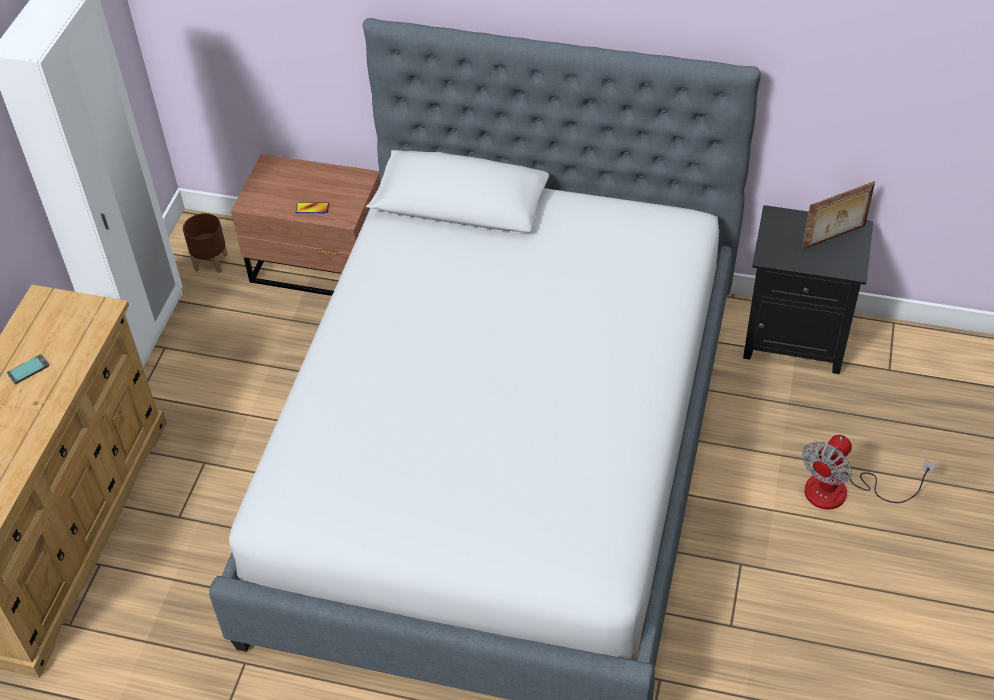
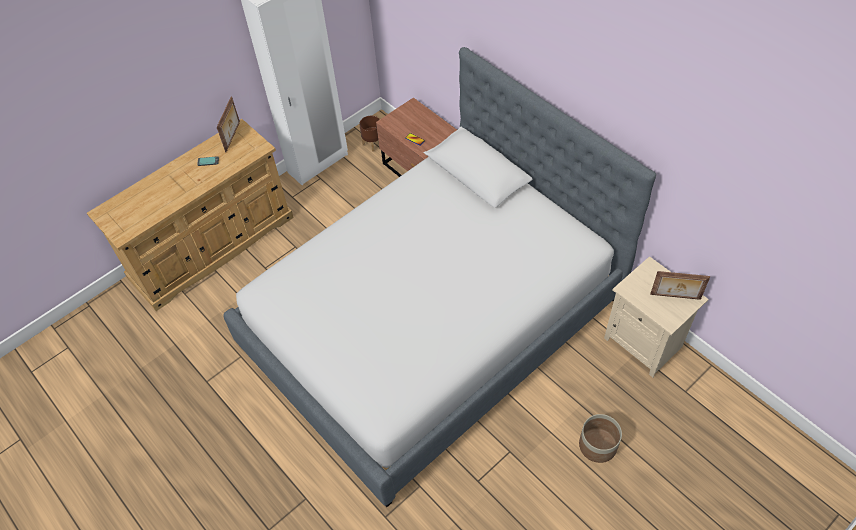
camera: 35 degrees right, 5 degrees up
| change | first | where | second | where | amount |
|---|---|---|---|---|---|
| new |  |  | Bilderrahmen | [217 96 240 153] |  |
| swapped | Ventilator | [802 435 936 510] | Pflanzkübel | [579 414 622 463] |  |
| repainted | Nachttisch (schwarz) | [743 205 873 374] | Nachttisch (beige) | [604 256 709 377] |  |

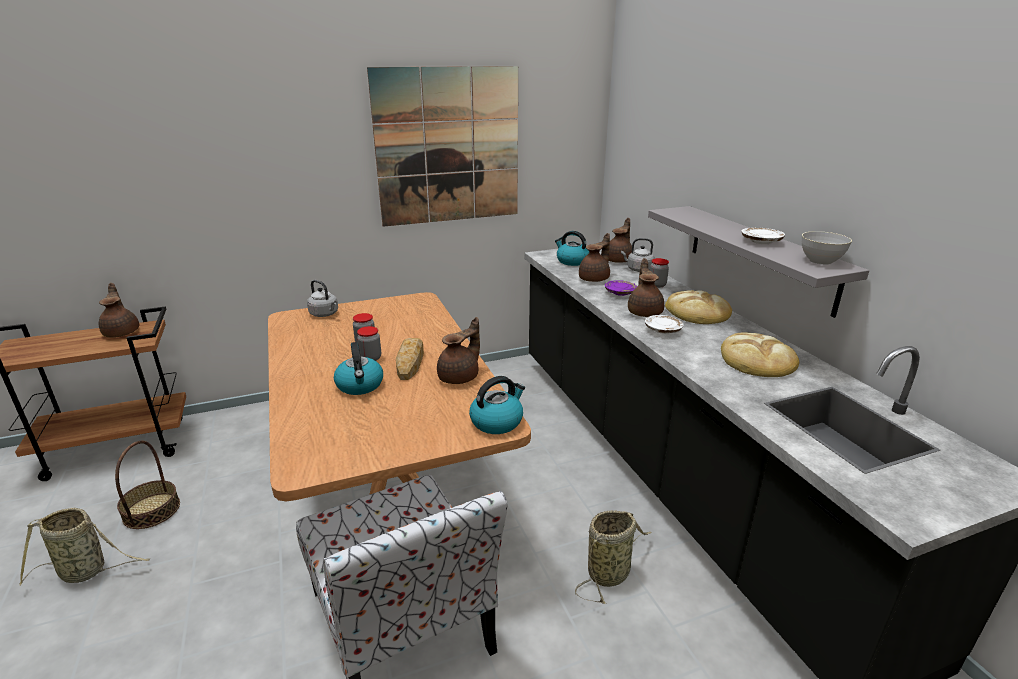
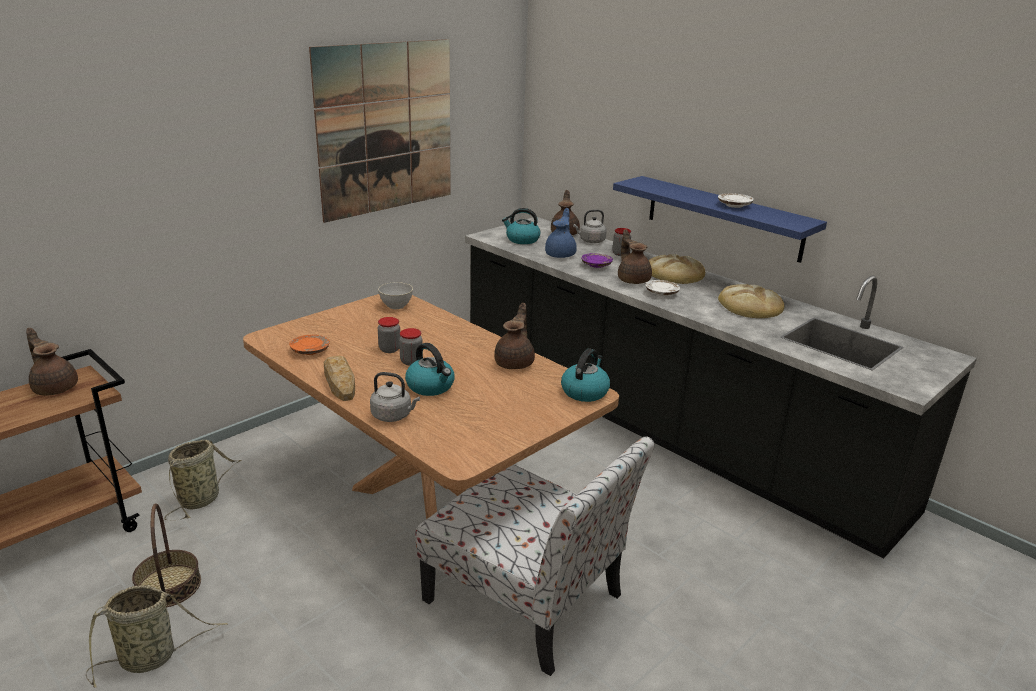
camera: 25 degrees left, 0 degrees up
| change | first | where | second | where | amount |
|---|---|---|---|---|---|
| new |  |  | Teller (orange) | [289 335 330 355] |  |
| shifted | Wasserkessel (grau) | [307 280 338 317] |  | [370 372 420 422] |  |
| shifted | Brot | [396 338 424 380] |  | [324 356 355 401] |  |
| shifted | Korb | [575 510 652 604] |  | [164 440 242 521] |  |
| shifted | Schüssel (grau) | [802 231 852 265] |  | [378 282 413 309] |  |
| repainted | Teekanne (braun) | [579 233 610 282] | Teekanne (blau) | [545 208 577 258] |  |
| repainted | Wandregal (grau) | [648 206 869 318] | Wandregal (blau) | [613 176 827 263] |  |

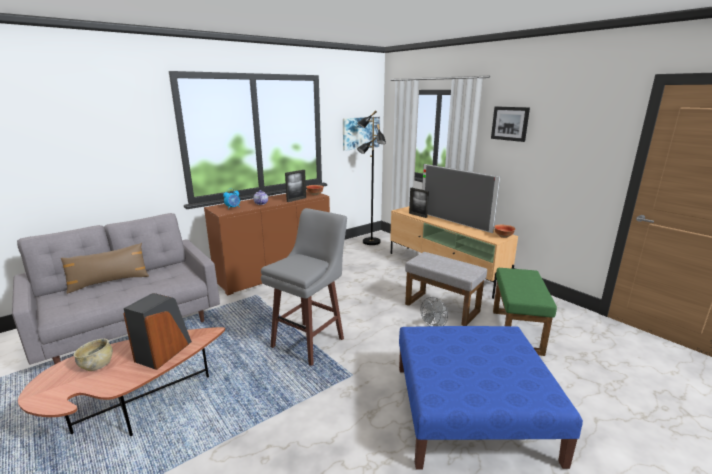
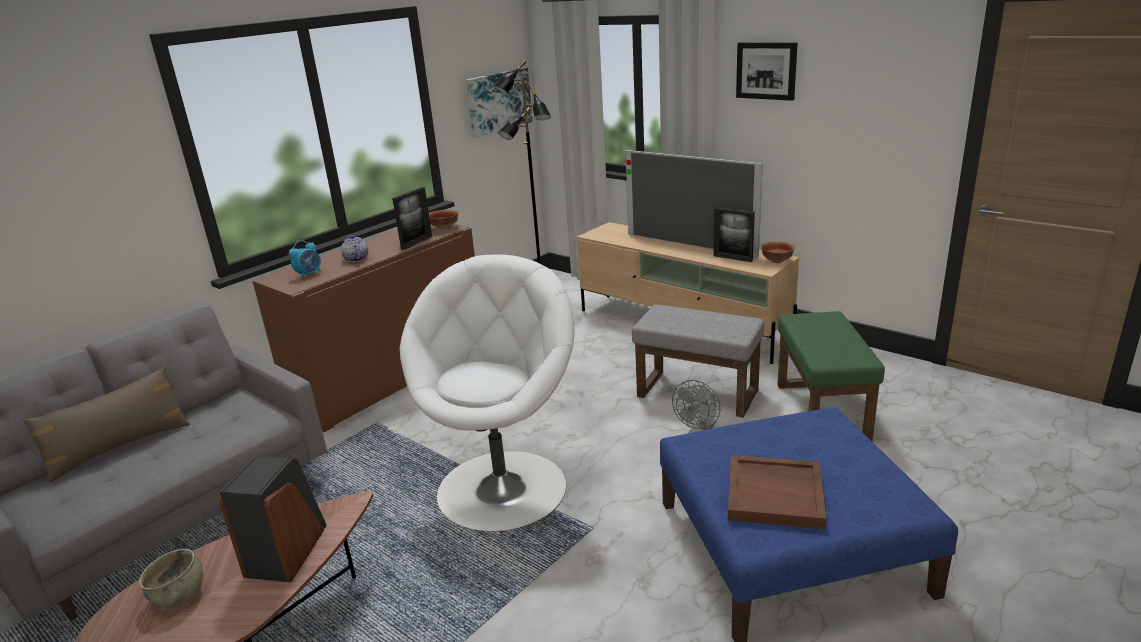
camera: 10 degrees left, 5 degrees up
| change | first | where | second | where | amount |
|---|---|---|---|---|---|
| new |  |  | Tablett (braun) | [728 455 826 529] |  |
| shifted | Bilderrahmen | [409 188 429 218] |  | [714 207 755 262] |  |
| swapped | Hocker (grau) | [261 208 347 366] | Sessel (weiß) | [400 254 574 532] |  |

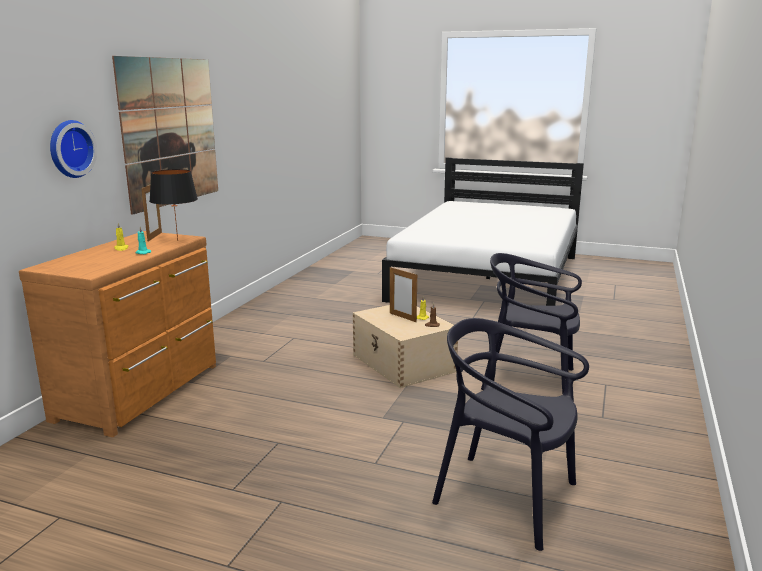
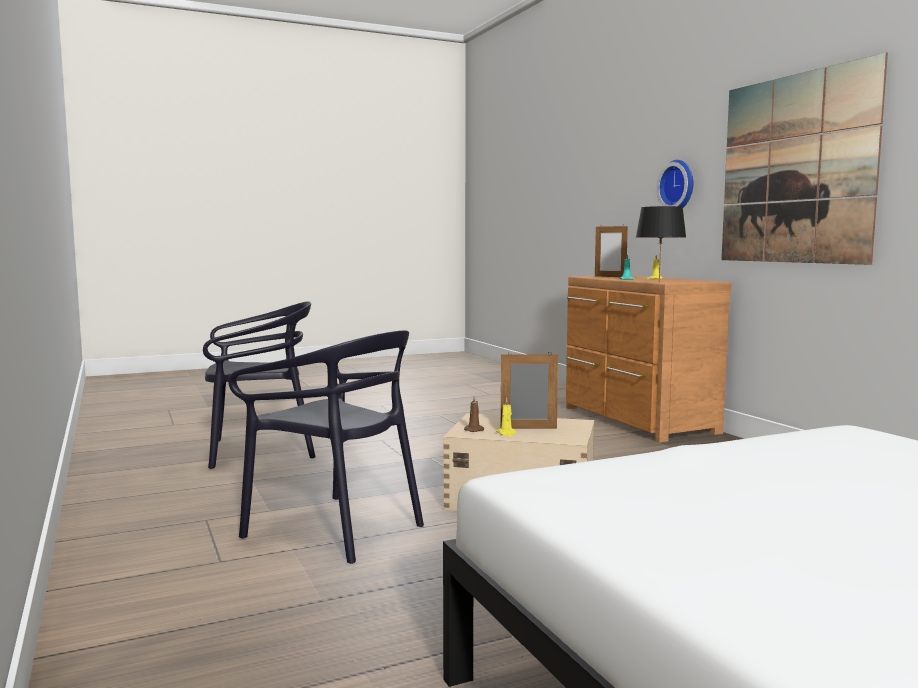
camera: 135 degrees right, 10 degrees down
| change | first | where | second | where | amount |
|---|---|---|---|---|---|
| shifted | Bilderrahmen | [141 185 162 242] |  | [595 225 628 277] |  |
| rotated | Stuhl (schwarz) | [481 253 582 394] |  | [228 330 424 564] | 60 degrees clockwise |

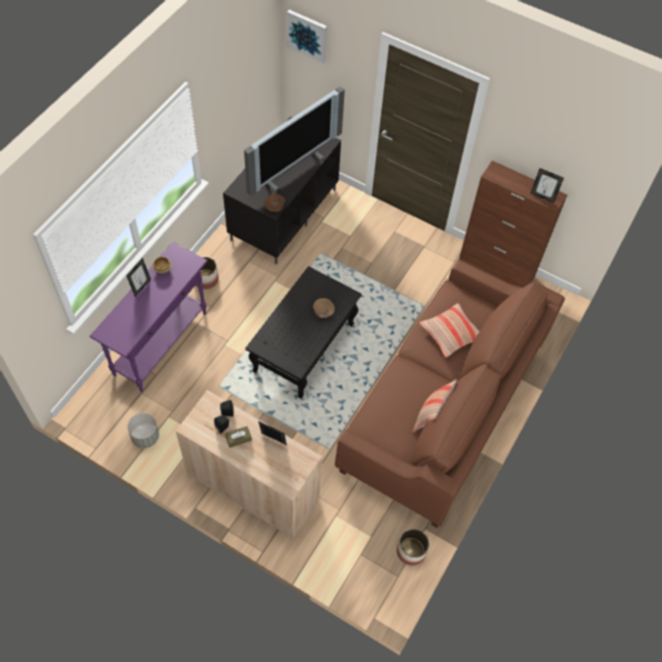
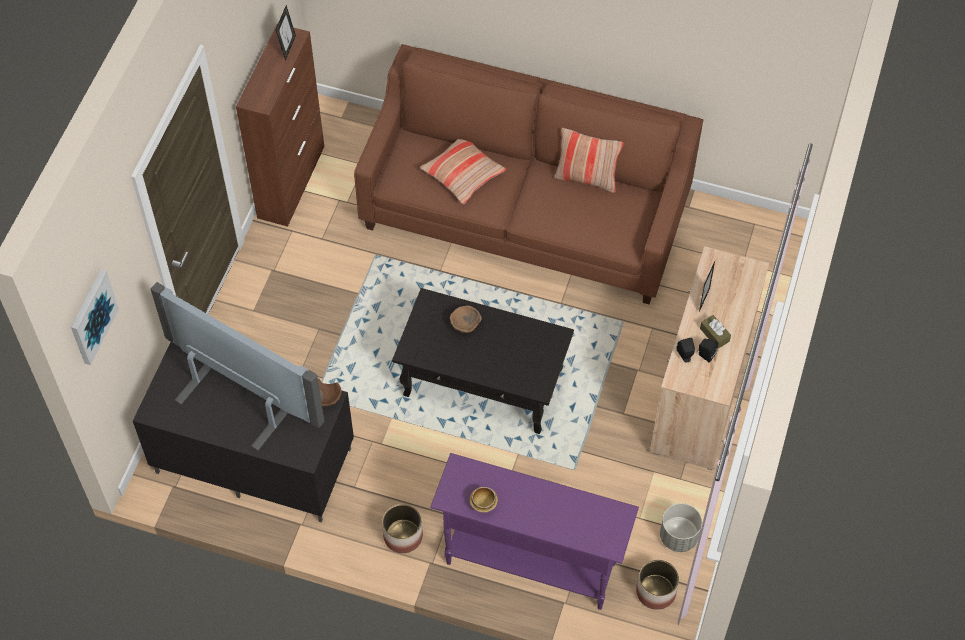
camera: 100 degrees left, 0 degrees up
| change | first | where | second | where | amount |
|---|---|---|---|---|---|
| gone | Bilderrahmen | [127 258 151 297] |  |  |  |
| shifted | Pflanzkübel | [397 528 429 565] |  | [636 560 679 610] |  |

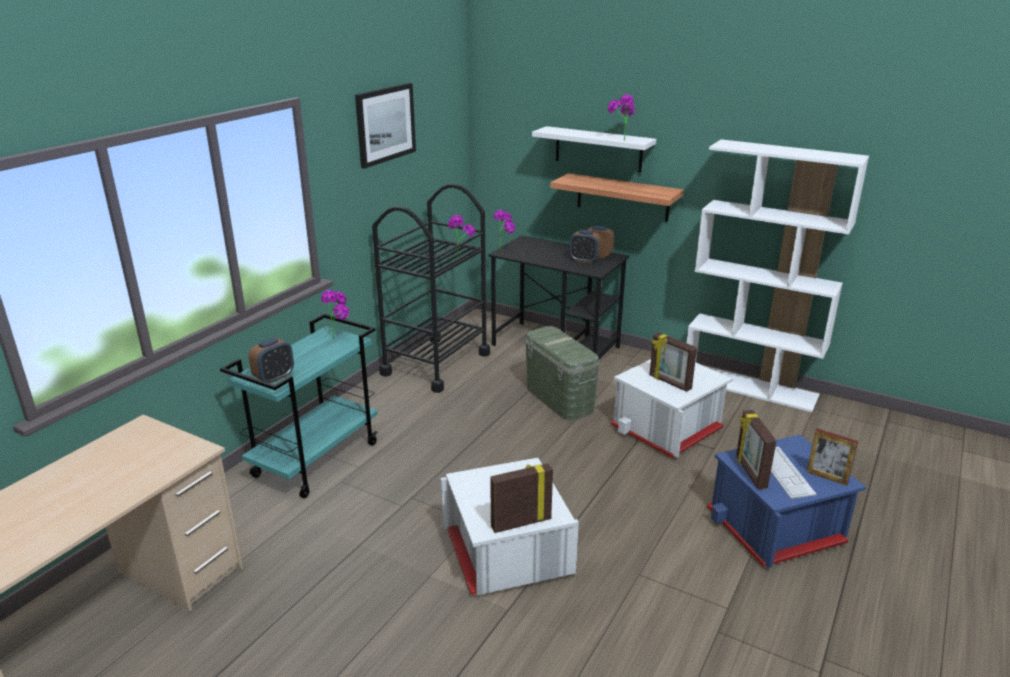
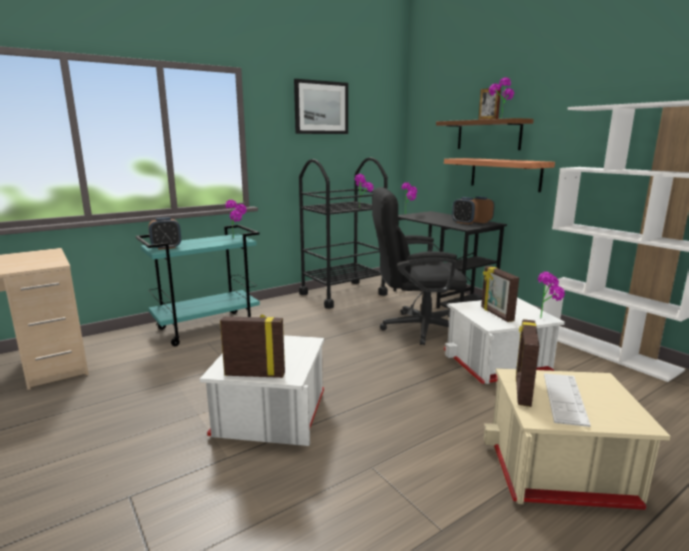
camera: 25 degrees right, 10 degrees down
| change | first | where | second | where | amount |
|---|---|---|---|---|---|
| new |  |  | Topfpflanze | [538 272 565 318] |  |
| shifted | Bilderrahmen | [807 428 858 486] |  | [478 88 501 120] |  |
| swapped | Aufbewahrungsbox (grün) | [525 326 600 421] | Bürostuhl (schwarz) | [372 187 467 345] |  |
| repainted | Wandregal (weiß) | [532 126 656 172] | Wandregal (braun) | [436 118 534 150] |  |
| repainted | Aufbewahrungsbox (blau) | [707 435 866 568] | Aufbewahrungsbox (beige) | [484 368 671 510] |  |

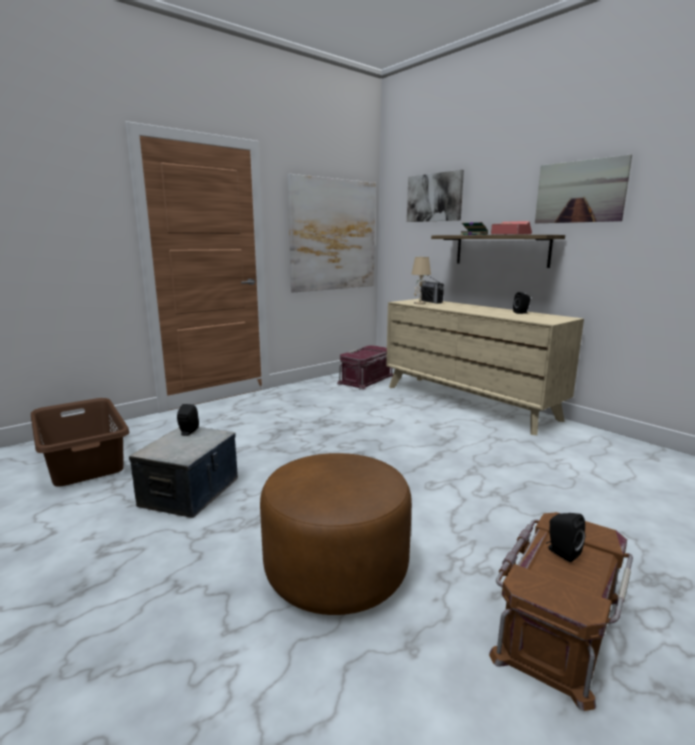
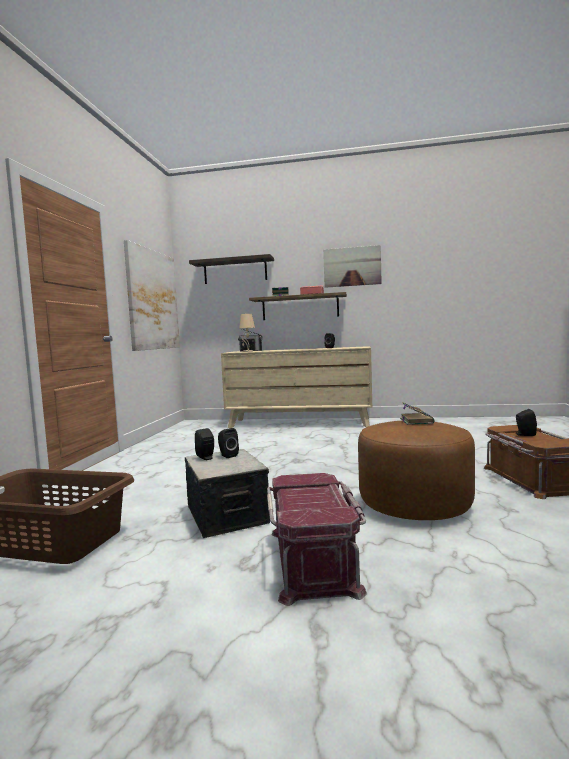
camera: 40 degrees left, 10 degrees down
| change | first | where | second | where | amount |
|---|---|---|---|---|---|
| new |  |  | Lautsprecher (schwarz) | [218 428 239 458] |  |
| new |  |  | Buch | [400 402 435 425] |  |
| shifted | Aufbewahrungsbox (rot) | [337 345 393 390] |  | [267 473 367 606] |  |
| swapped | Bild | [407 170 464 222] | Wandregal | [189 254 274 284] |  |

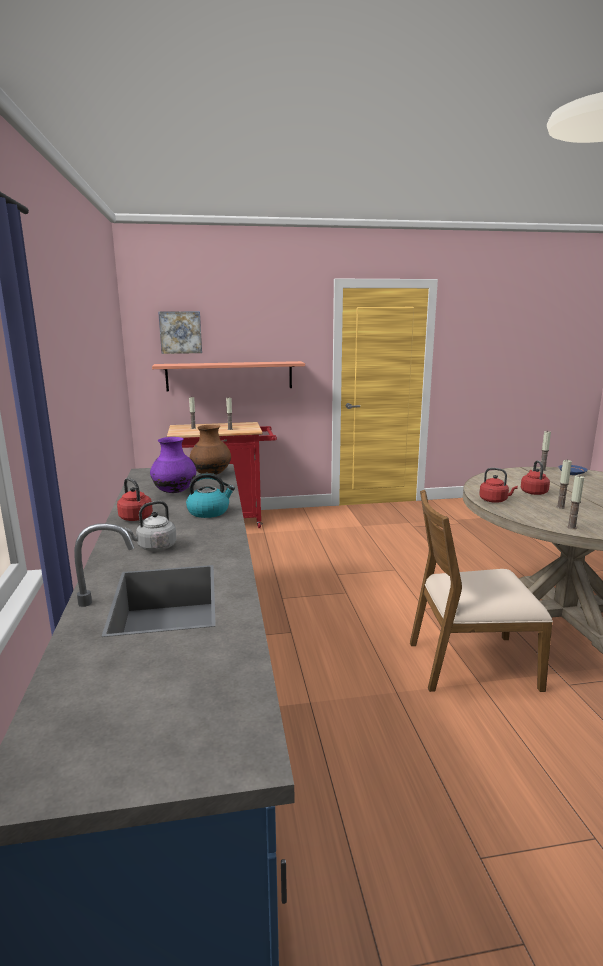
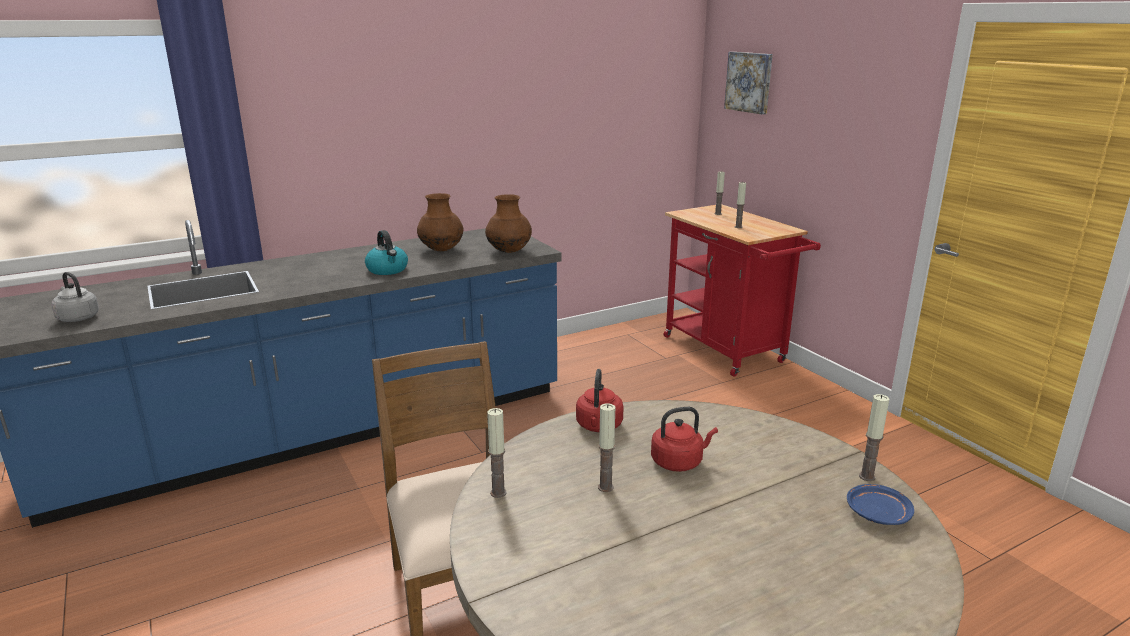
camera: 70 degrees right, 5 degrees up
| change | first | where | second | where | amount |
|---|---|---|---|---|---|
| gone | Wasserkessel (rot) | [117 478 153 521] |  |  |  |
| gone | Wandregal | [152 361 305 391] |  |  |  |
| shifted | Wasserkessel (grau) | [124 501 177 551] |  | [51 272 99 322] |  |
| repainted | Vase (lila) | [150 437 196 493] | Vase (braun) | [417 193 463 251] |  |

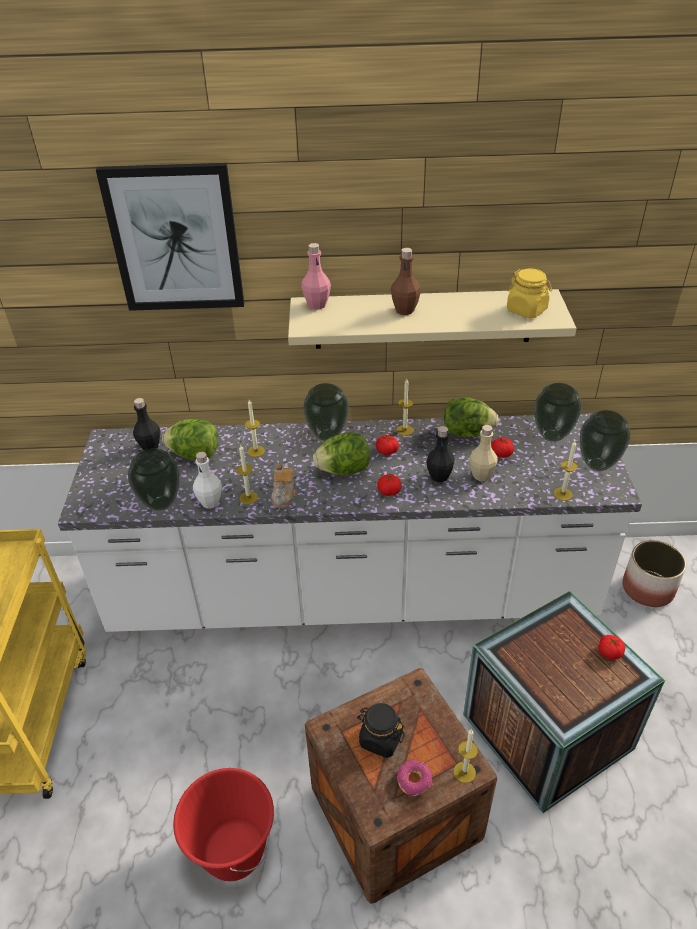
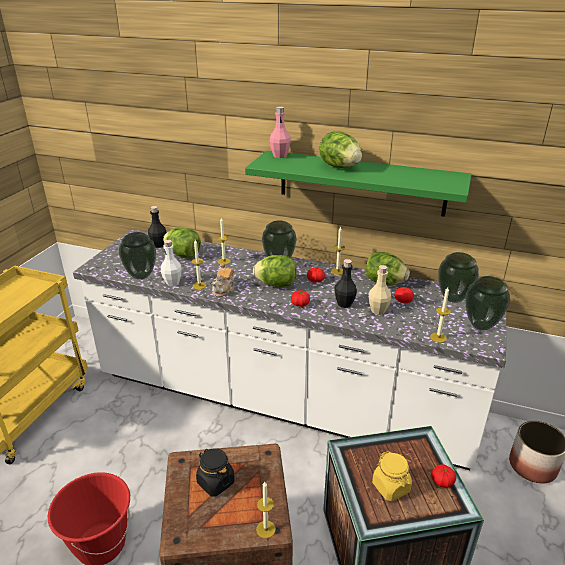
camera: 20 degrees right, 10 degrees down
| change | first | where | second | where | amount |
|---|---|---|---|---|---|
| gone | Bild | [96 163 244 311] |  |  |  |
| gone | Donut | [397 760 432 796] |  |  |  |
| shifted | Vorratsglas (gelb) | [507 269 552 318] |  | [372 451 412 501] |  |
| swapped | Flasche (braun) | [391 248 420 315] | Salatkopf | [319 132 362 168] |  |
| repainted | Wandregal (beige) | [288 289 577 349] | Wandregal (grün) | [245 151 472 217] |  |

